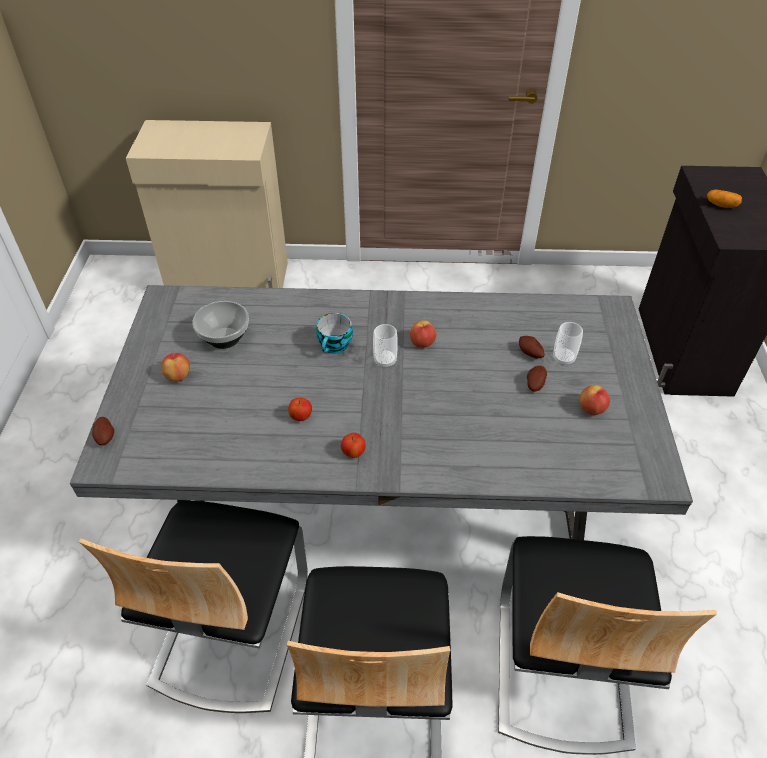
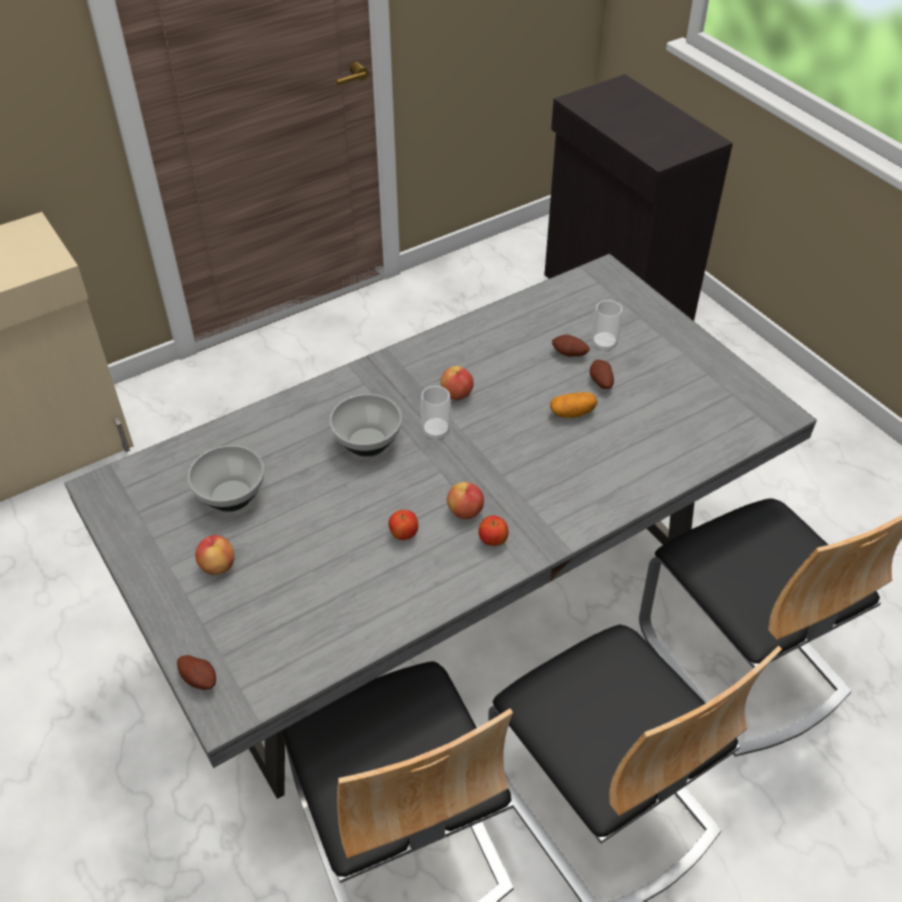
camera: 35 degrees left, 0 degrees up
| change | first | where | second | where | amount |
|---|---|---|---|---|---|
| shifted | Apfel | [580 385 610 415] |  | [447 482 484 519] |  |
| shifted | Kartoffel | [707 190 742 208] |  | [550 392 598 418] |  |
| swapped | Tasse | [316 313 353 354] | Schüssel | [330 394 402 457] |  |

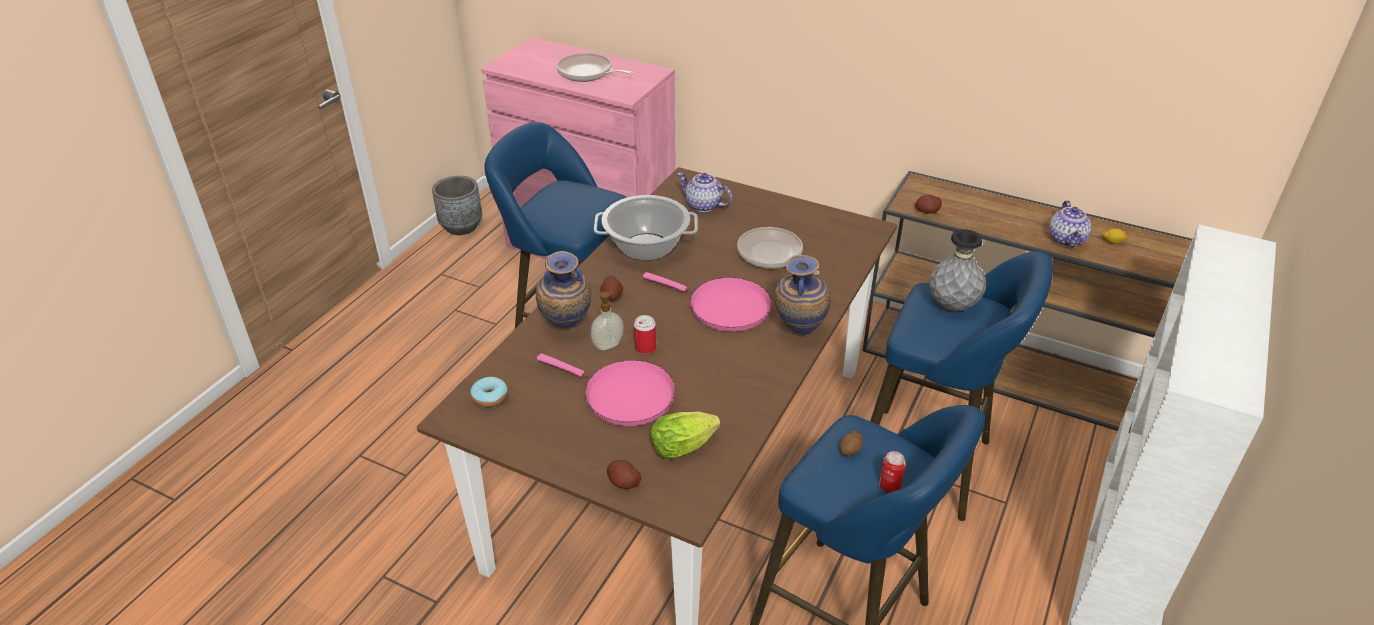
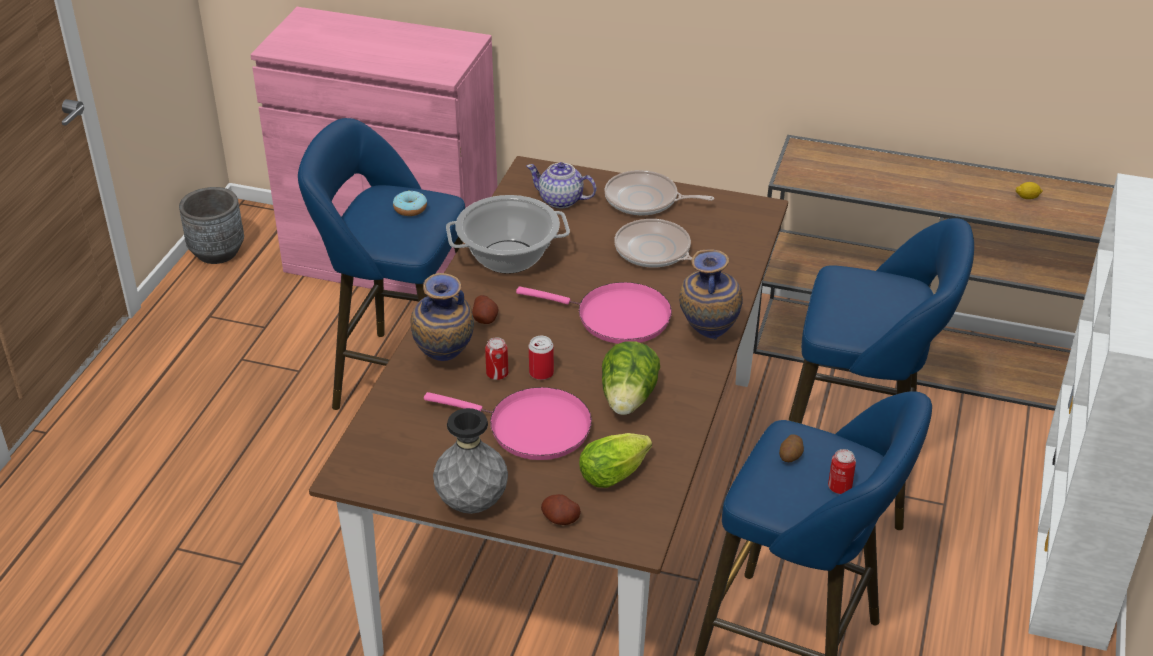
camera: 10 degrees left, 0 degrees up
| change | first | where | second | where | amount |
|---|---|---|---|---|---|
| gone | Kartoffel | [915 195 942 214] |  |  |  |
| gone | Teekanne | [1049 200 1091 247] |  |  |  |
| new |  |  | Salatkopf | [602 341 660 415] |  |
| shifted | Donut | [470 377 508 407] |  | [393 191 427 216] |  |
| shifted | Pfanne | [557 53 634 82] |  | [605 170 714 215] |  |
| shifted | Vase (grau) | [929 229 986 311] |  | [433 408 508 514] |  |
| swapped | Seifenspender | [591 290 624 350] | Dose | [485 337 509 380] |  |

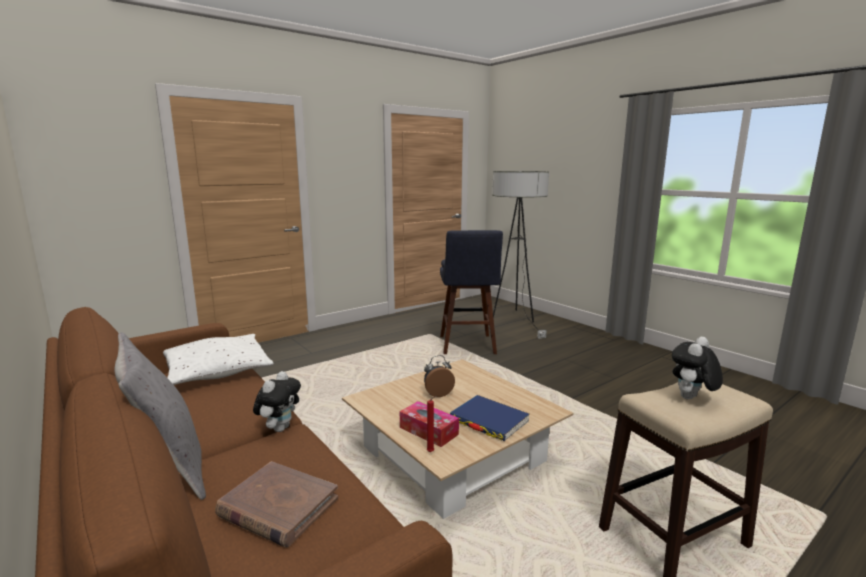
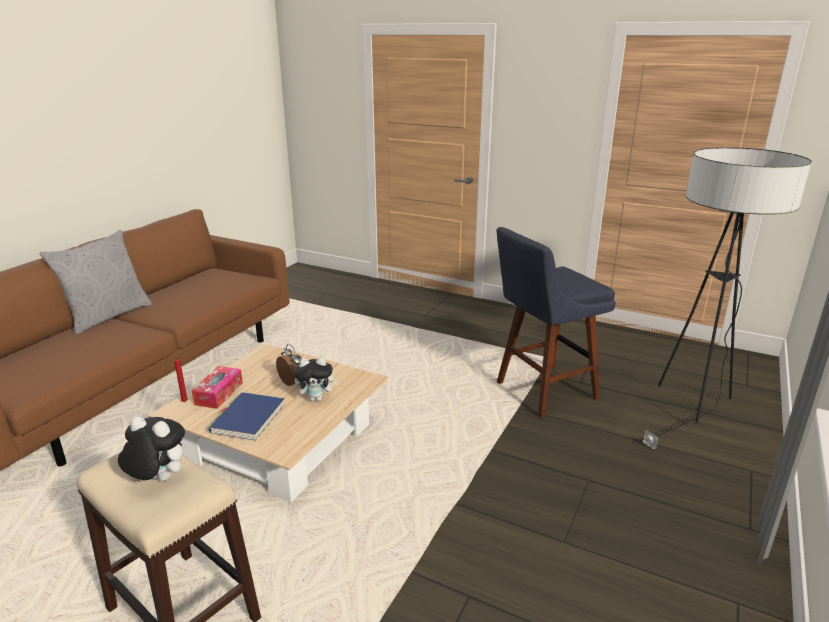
camera: 65 degrees right, 10 degrees up
| change | first | where | second | where | amount |
|---|---|---|---|---|---|
| gone | Kissen (weiß) | [163 334 274 385] |  |  |  |
| gone | Buch (braun) | [215 461 338 548] |  |  |  |
| shifted | Plüschtier | [253 371 301 432] |  | [294 357 339 401] |  |

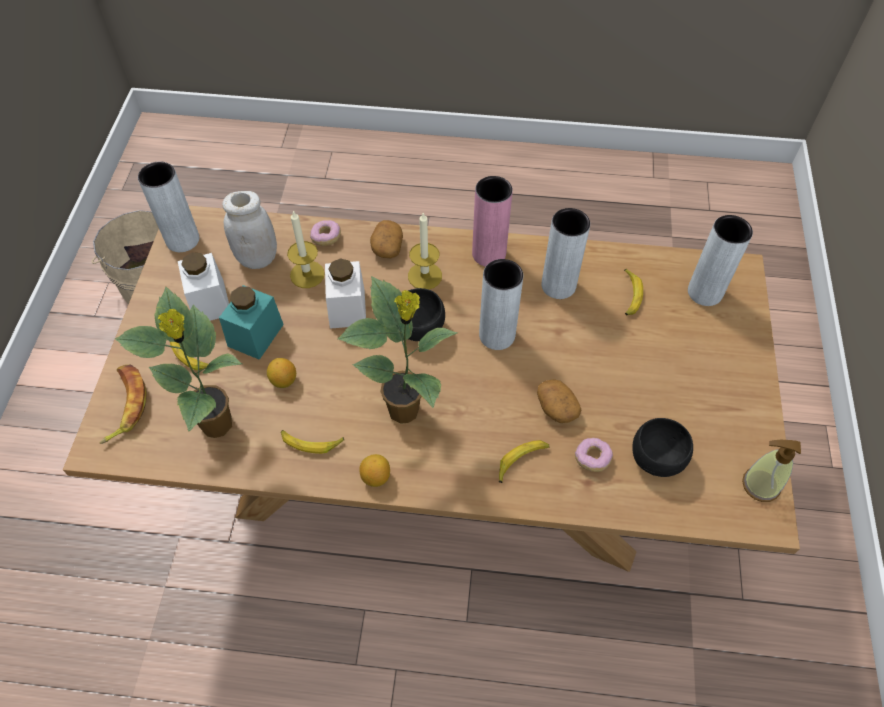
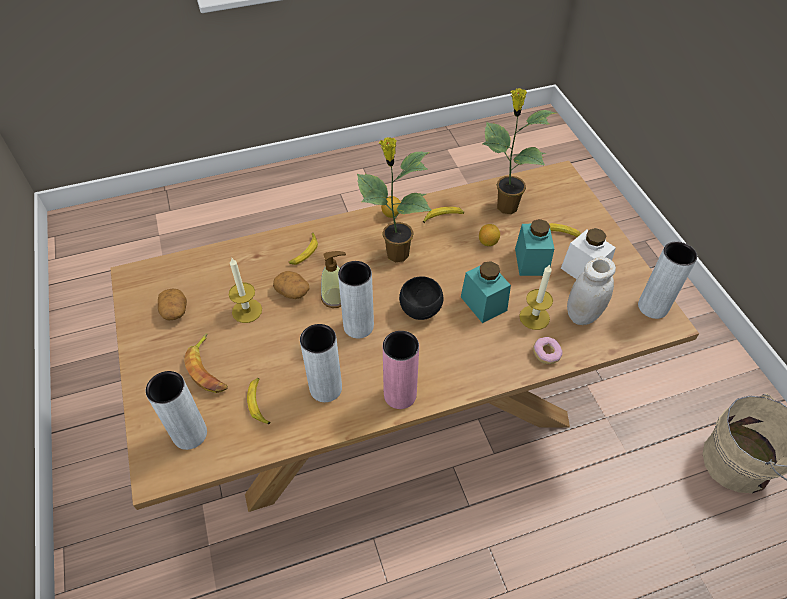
camera: 155 degrees right, 5 degrees down
| change | first | where | second | where | amount |
|---|---|---|---|---|---|
| gone | Donut | [575 438 613 472] |  |  |  |
| gone | Schüssel (schwarz) | [632 418 693 477] |  |  |  |
| shifted | Banane | [100 364 147 444] |  | [184 333 228 393] |  |
| shifted | Kartoffel | [370 220 403 258] |  | [158 289 187 321] |  |
| shifted | Kerze | [408 213 442 290] |  | [229 258 262 323] |  |
| shifted | Seifenspender | [742 440 801 502] |  | [321 251 346 308] |  |
| repainted | Vorratsglas (weiß) | [325 258 366 329] | Vorratsglas (türkis) | [461 261 511 323] |  |

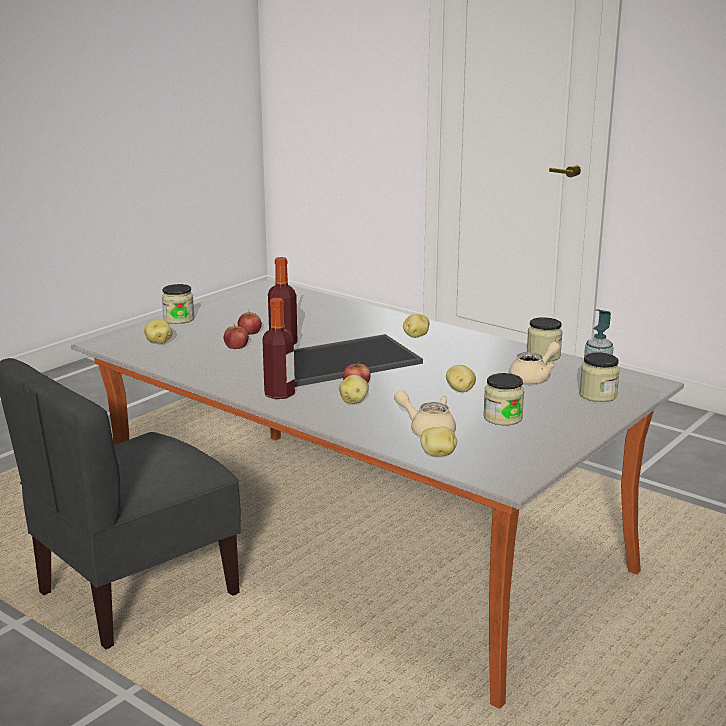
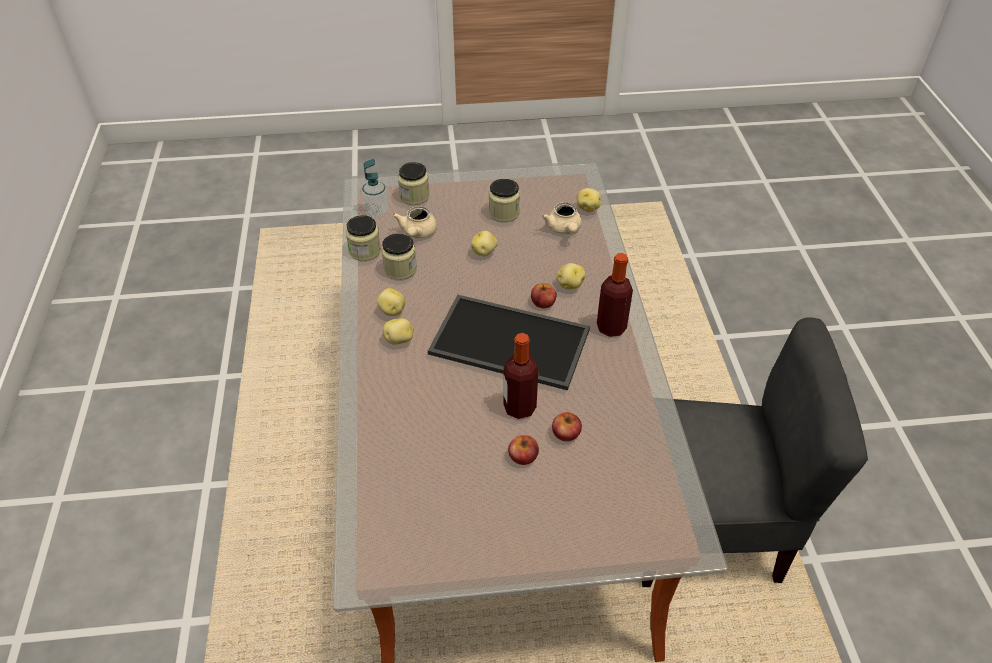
camera: 135 degrees left, 25 degrees up
| change | first | where | second | where | amount |
|---|---|---|---|---|---|
| shifted | Kartoffel | [144 320 172 344] |  | [377 288 405 316] |  |
| shifted | Vorratsglas | [162 284 194 324] |  | [382 234 417 280] |  |
| rotated | Teekanne (beige) | [509 342 561 384] |  | [393 206 437 238] | 90 degrees counterclockwise |

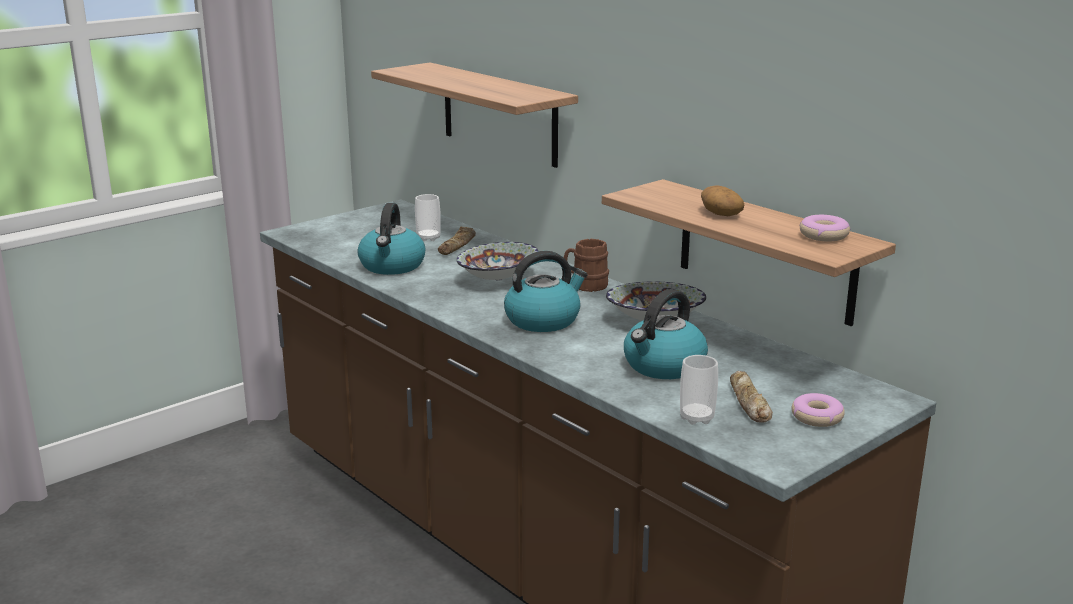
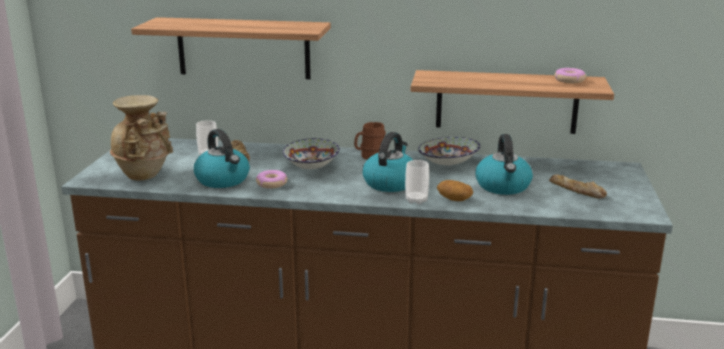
camera: 40 degrees left, 0 degrees up
| change | first | where | second | where | amount |
|---|---|---|---|---|---|
| new |  |  | Vase (beige) | [110 95 173 181] |  |
| shifted | Tasse | [680 355 718 425] |  | [405 160 429 204] |  |
| shifted | Kartoffel | [701 186 744 216] |  | [437 180 473 201] |  |
| shifted | Donut | [792 393 845 427] |  | [256 170 287 189] |  |

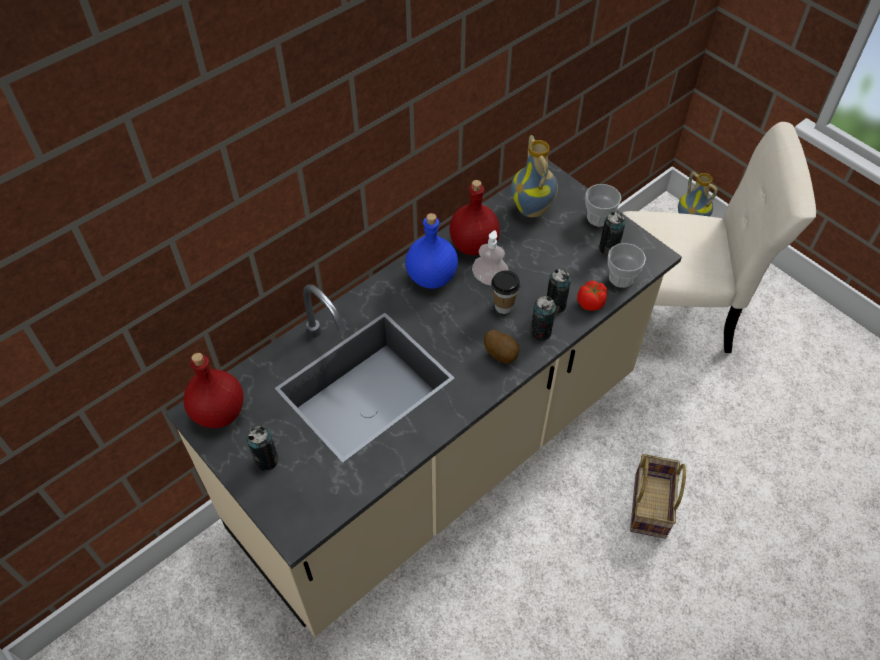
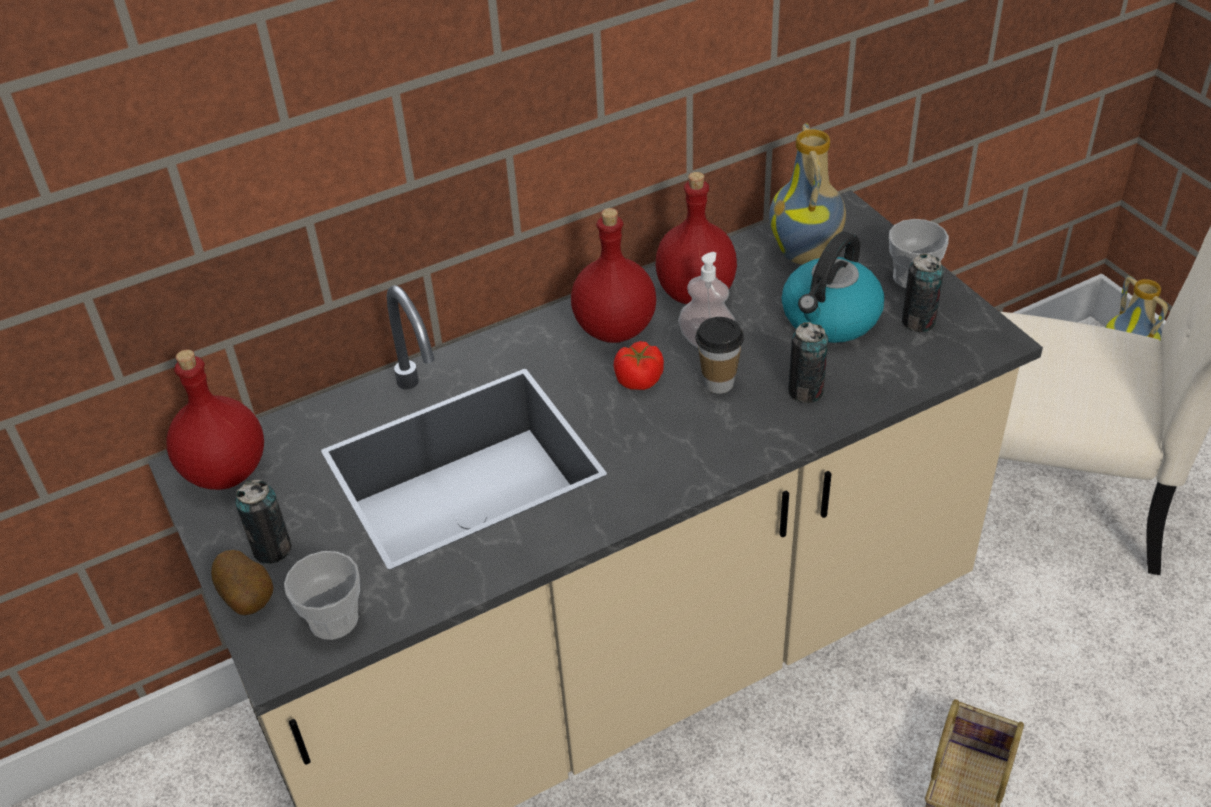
camera: 15 degrees right, 10 degrees down
| change | first | where | second | where | amount |
|---|---|---|---|---|---|
| gone | Dose | [530 296 556 341] |  |  |  |
| new |  |  | Wasserkessel | [782 231 884 343] |  |
| shifted | Kartoffel | [484 330 519 364] |  | [211 550 273 615] |  |
| shifted | Tomate | [577 281 607 311] |  | [614 341 664 390] |  |
| shifted | Tasse | [608 243 646 288] |  | [284 551 360 640] |  |
| repainted | Flasche (blau) | [405 213 458 289] | Flasche (rot) | [571 208 656 343] |  |

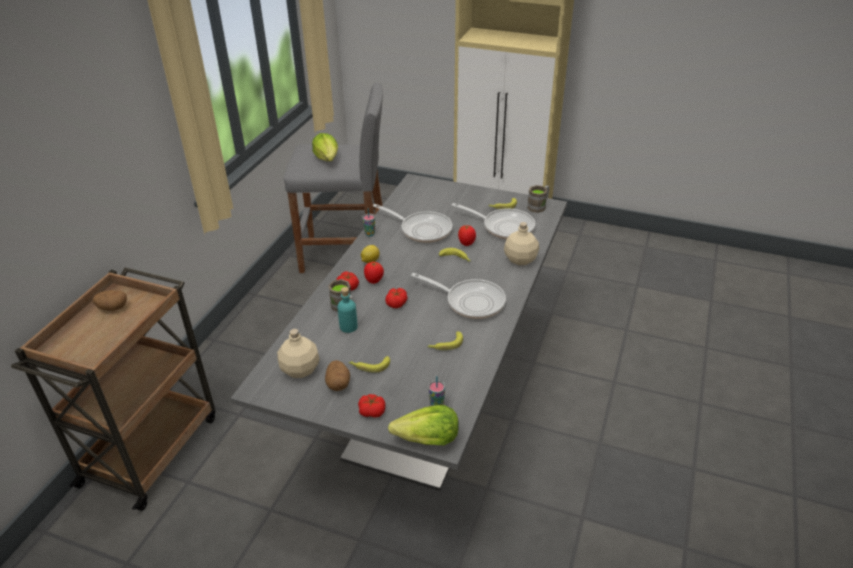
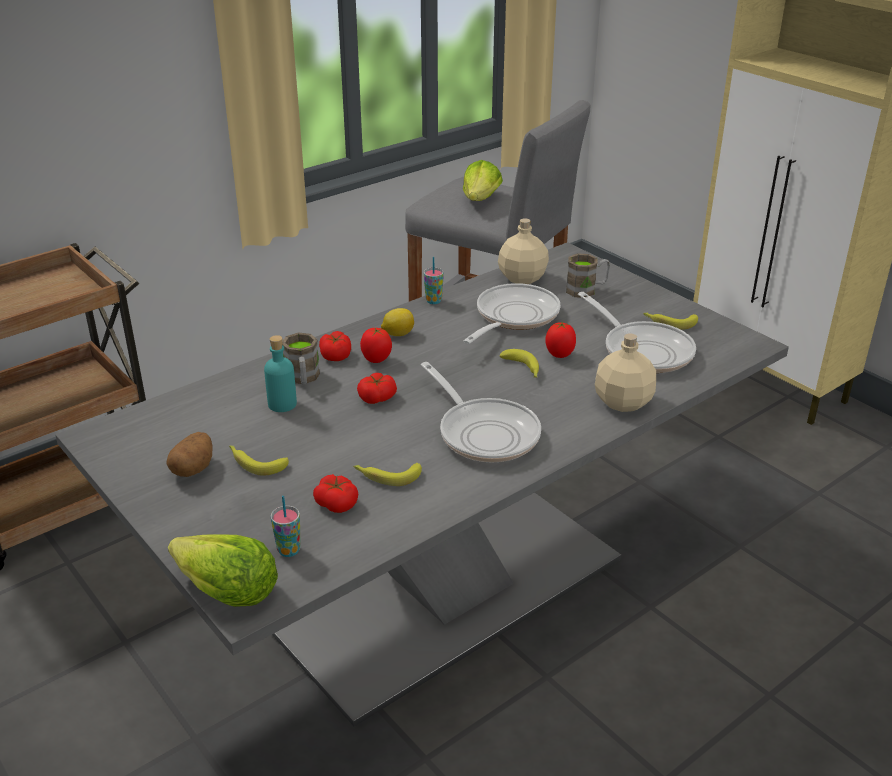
camera: 30 degrees right, 5 degrees down
| change | first | where | second | where | amount |
|---|---|---|---|---|---|
| gone | Kartoffel | [93 290 127 311] |  |  |  |
| shifted | Flasche (beige) | [277 329 320 378] |  | [498 219 549 284] |  |
| shifted | Tomate | [358 394 385 417] |  | [313 474 358 513] |  |
| shifted | Henkelbecher (braun) | [527 185 549 213] |  | [566 253 610 298] |  |
| rotated | Pfanne | [373 204 452 243] |  | [463 283 560 344] | 120 degrees counterclockwise |

